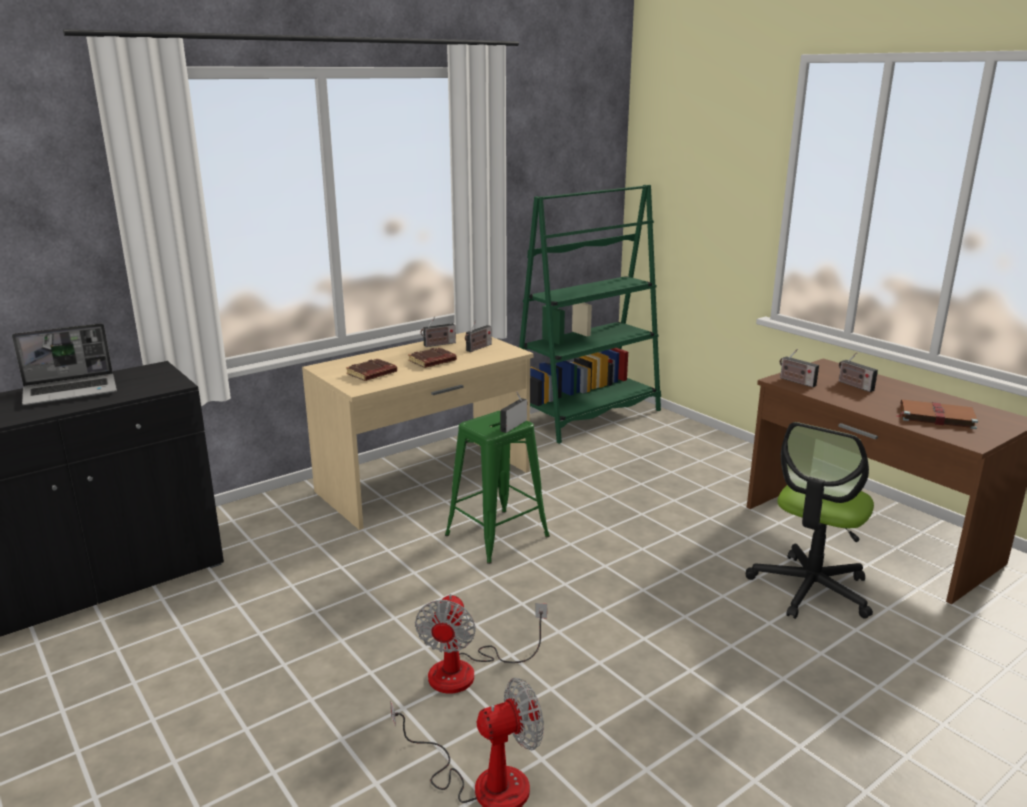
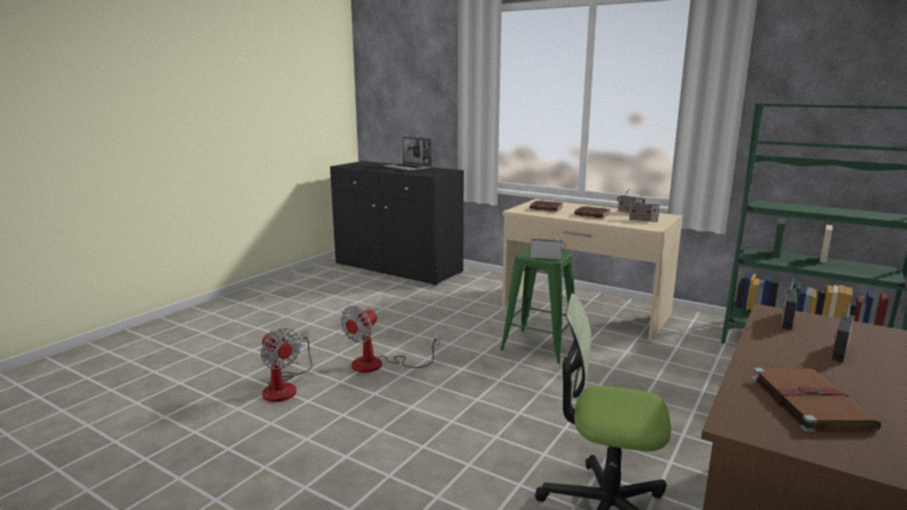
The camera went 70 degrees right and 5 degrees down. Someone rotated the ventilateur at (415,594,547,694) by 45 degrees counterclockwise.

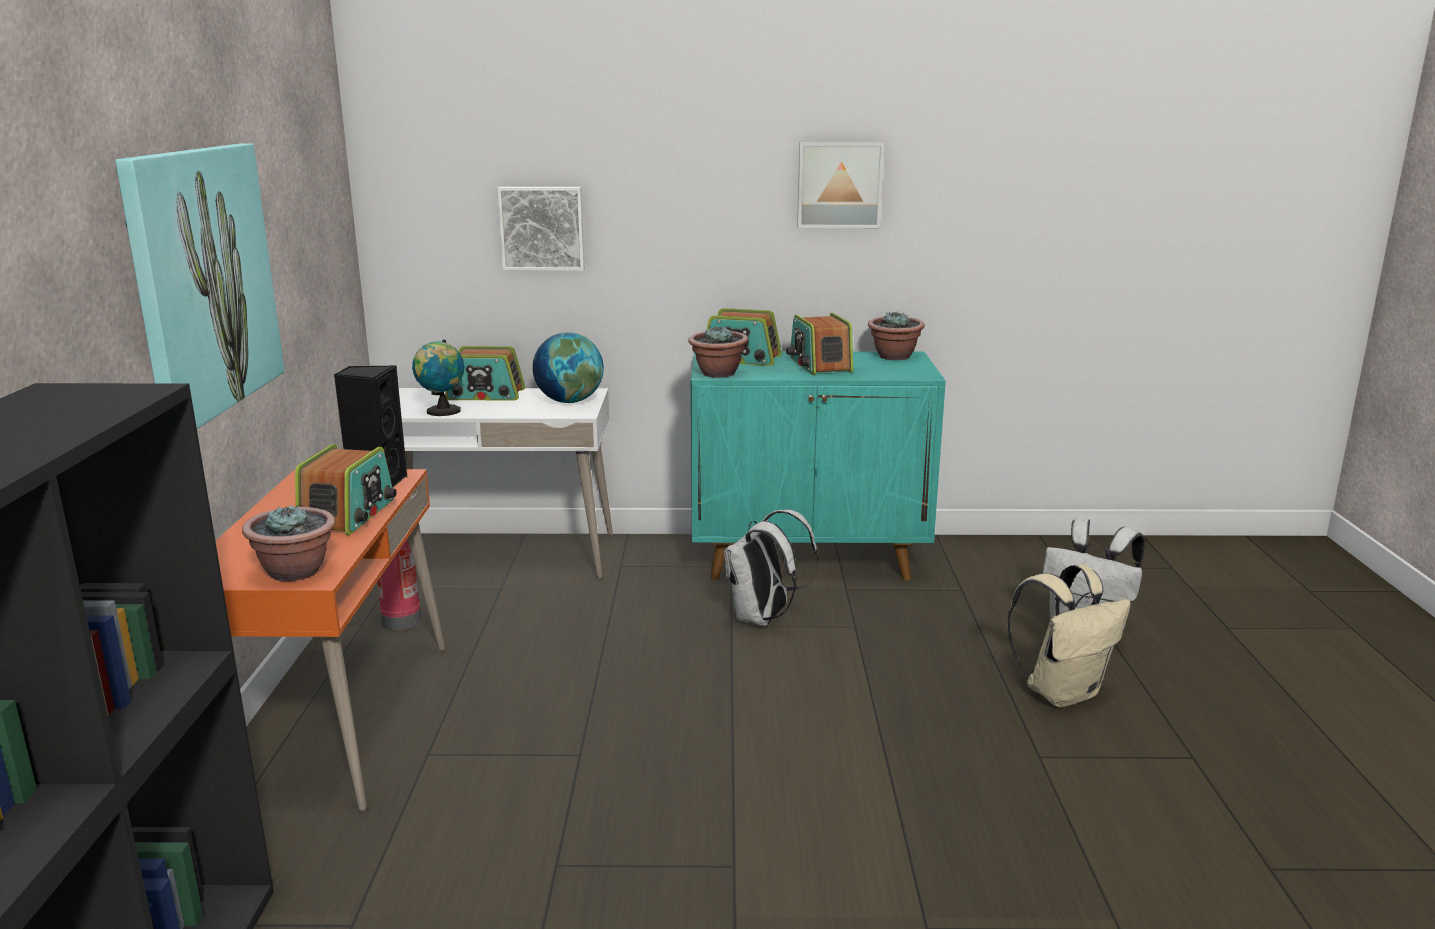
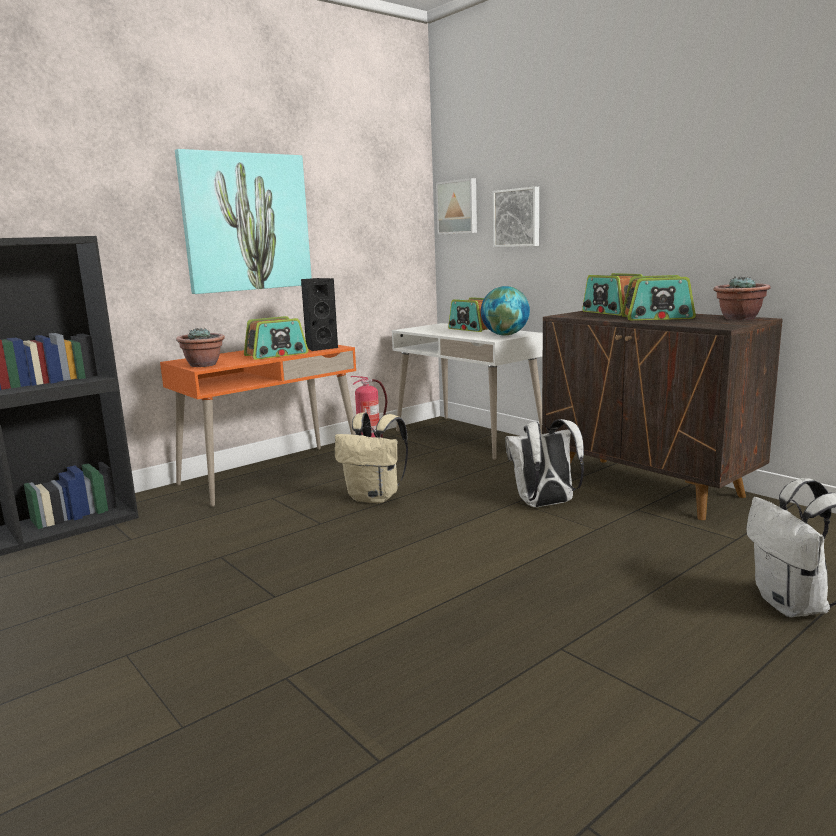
The camera went 50 degrees right and 5 degrees down. Someone carried the tableau from (797,142,884,228) to (436,178,477,235). Someone rotated the radio at (786,313,854,375) by 120 degrees counterclockwise. Someone took away the plante en pot at (688,325,748,378). Someone took away the globe at (412,339,464,416). Someone repainted the meuble de rangement/turquoise at (691,351,946,581), which became the meuble de rangement/marron at (542,311,783,520). Someone carried the sac à dos/beige from (1007,564,1131,708) to (335,412,408,504).

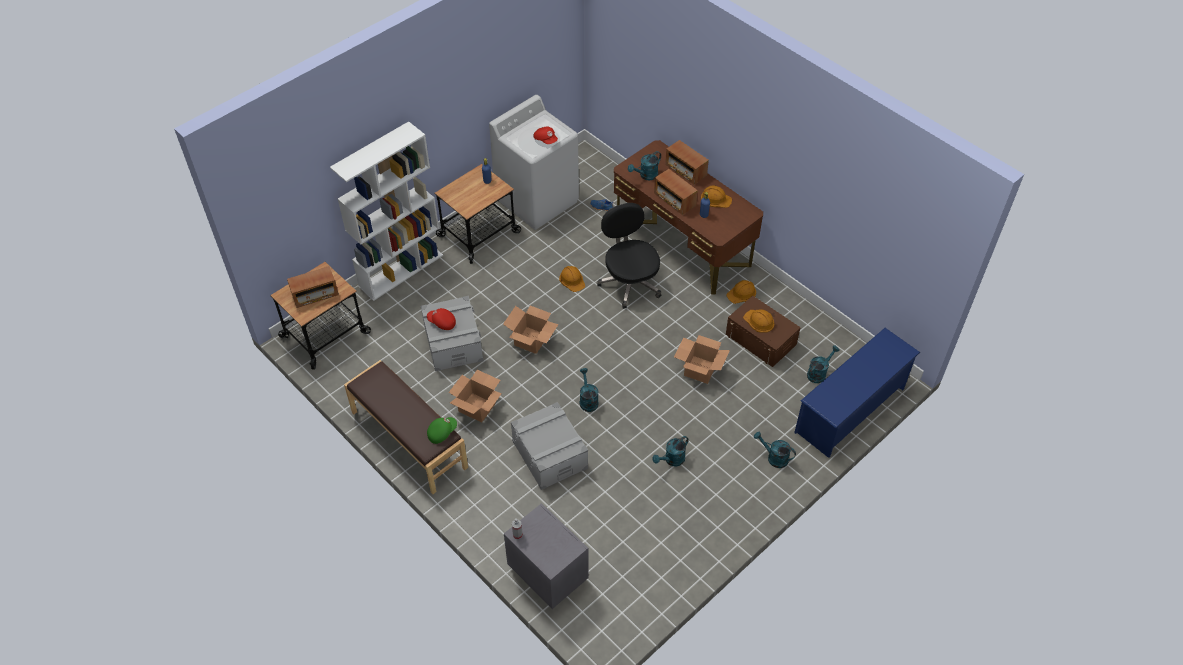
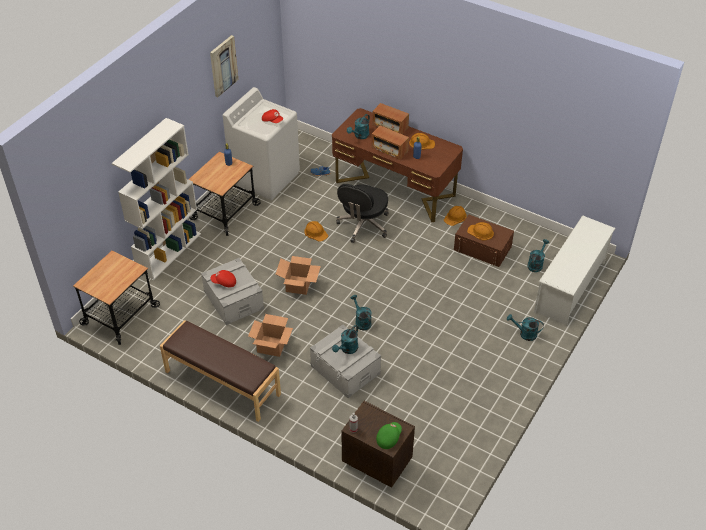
The camera went 15 degrees left and 5 degrees down. Someone rotated the chaise de bureau/noir at (597,203,661,309) by 120 degrees counterclockwise. Someone took away the radio at (287,266,339,308). Someone repainted the étagère à chaussures/bleu at (794,328,920,458), which became the étagère à chaussures/blanc at (534,216,615,325). Someone took away the carton at (674,335,730,384). Someone carried the casquette/vert from (427,417,457,444) to (376,422,402,449). Someone carried the arrosoir/turquoise from (652,436,689,466) to (332,325,358,354). Someone repainted the table de chevet/gris at (504,503,589,609), which became the table de chevet/marron at (341,401,415,488). Someone put up the tableau at (210,35,238,97).

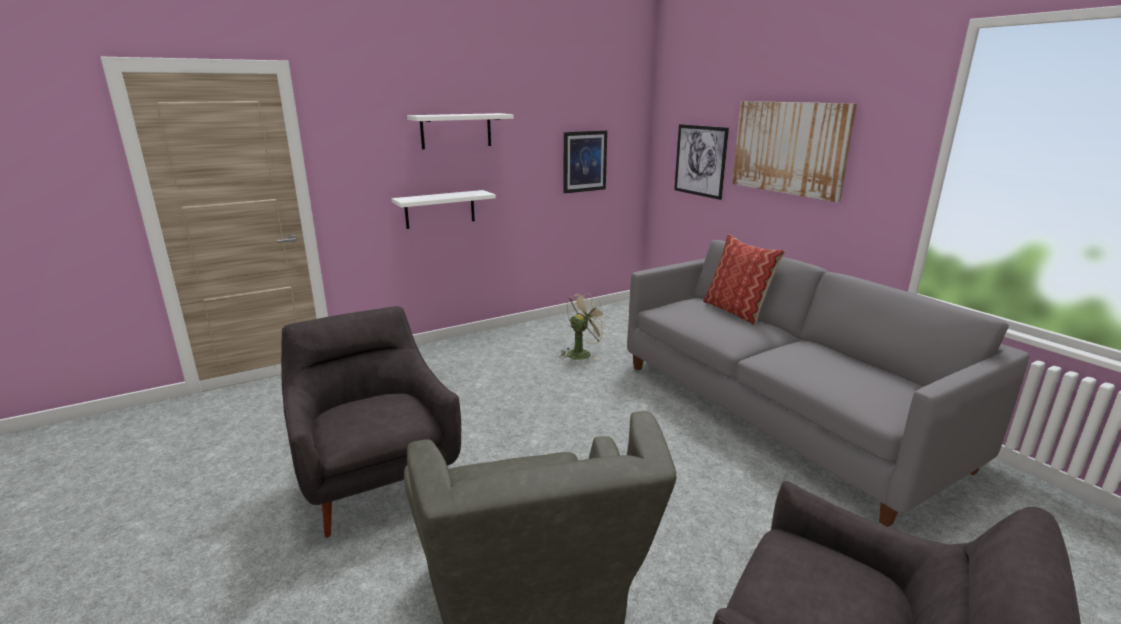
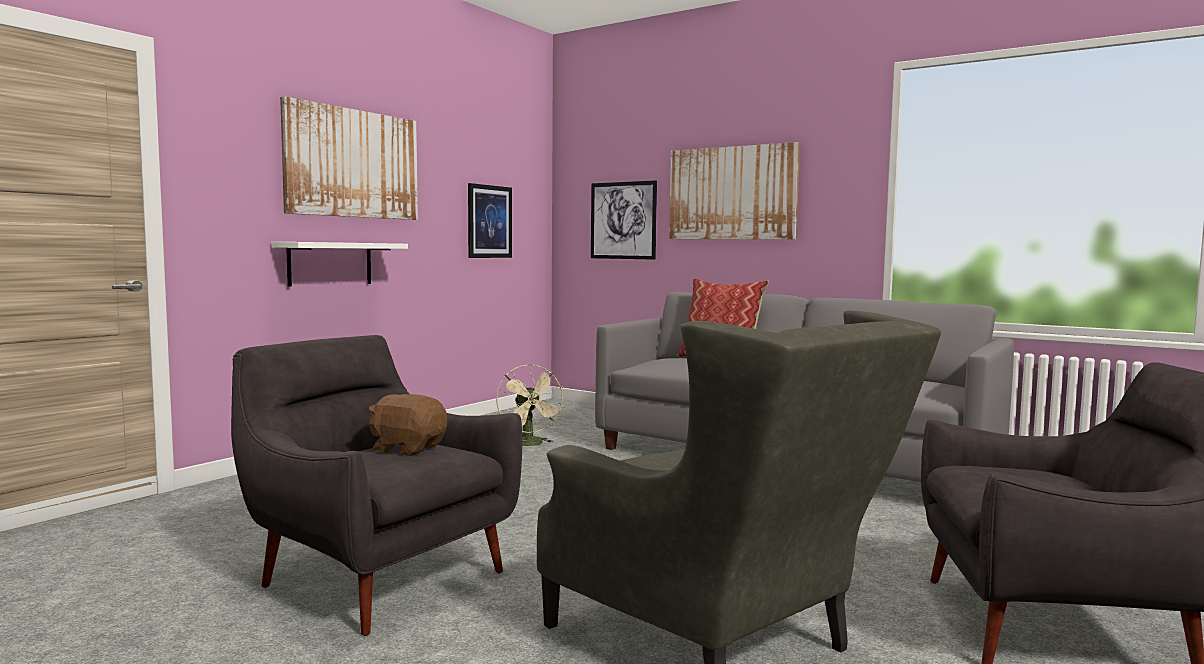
The camera went 25 degrees left and 15 degrees down. Someone swapped the étagère/blanc at (407,113,514,149) for the tableau at (280,96,418,220). Someone rotated the ventilateur/beige at (561,293,609,360) by 135 degrees clockwise. Someone put down the peluche/marron at (369,394,447,456).

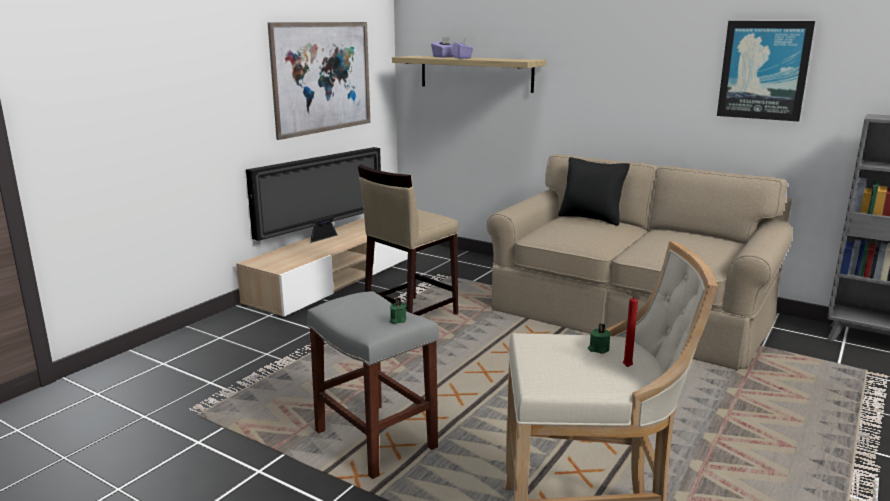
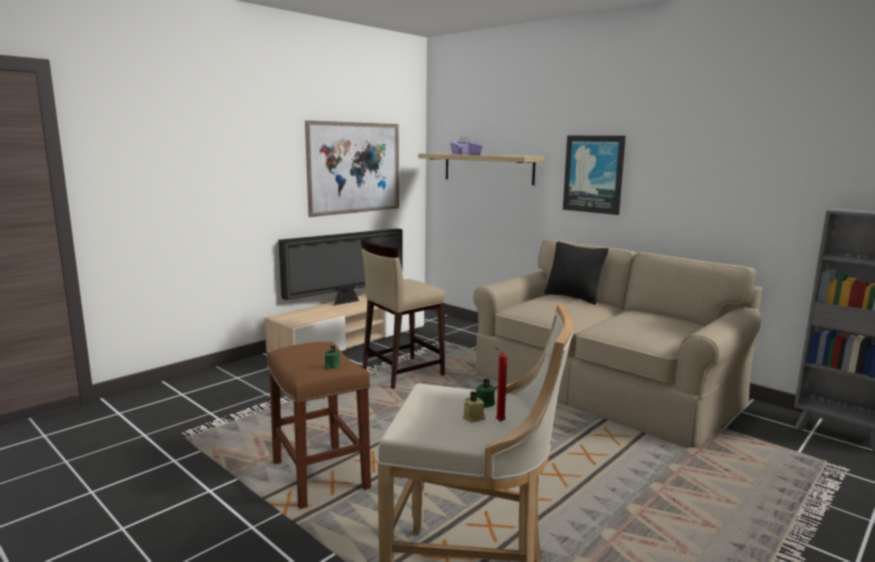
The camera went 10 degrees right and 5 degrees down. Someone carried the tableau from (717,21,815,122) to (563,136,626,215). Someone repainted the tabouret/gris at (307,291,439,479), which became the tabouret/marron at (267,342,371,509). Someone put down the bougie/beige at (463,392,485,423).

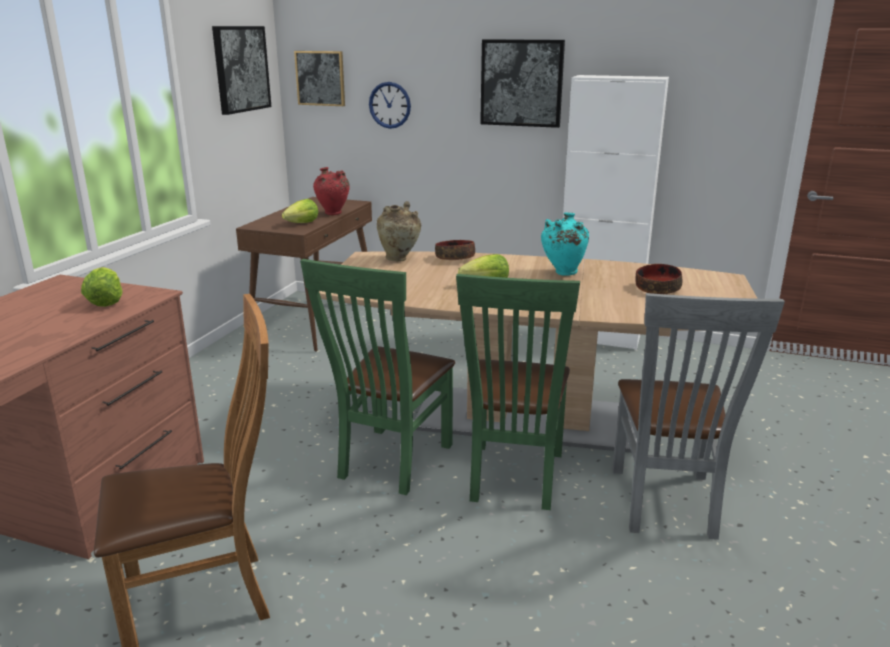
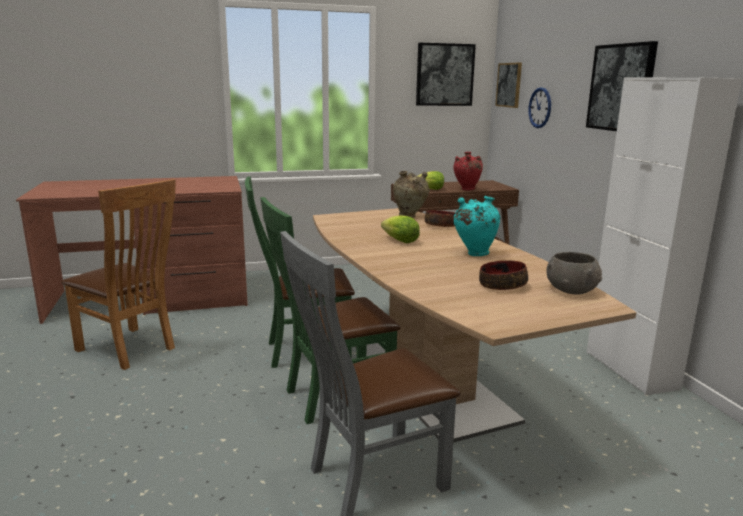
The camera went 55 degrees right and 5 degrees down. Someone took away the laitue at (81,267,123,307). Someone put down the bol/gris at (546,252,602,295).

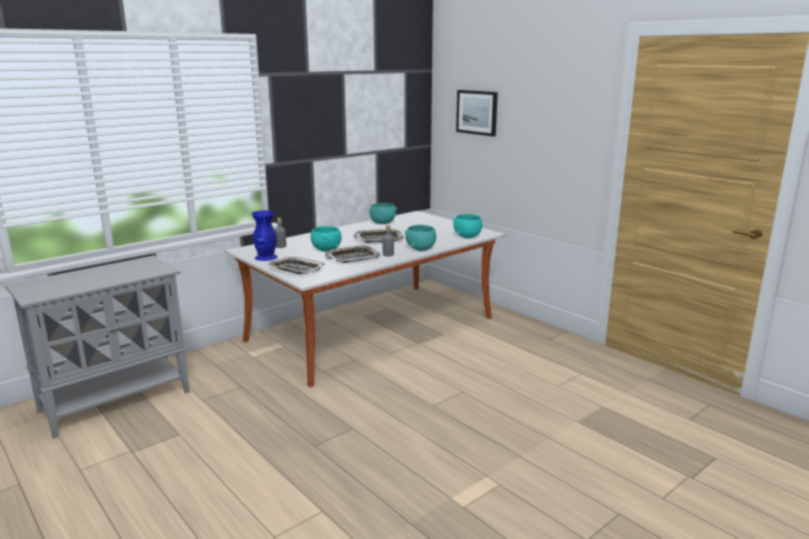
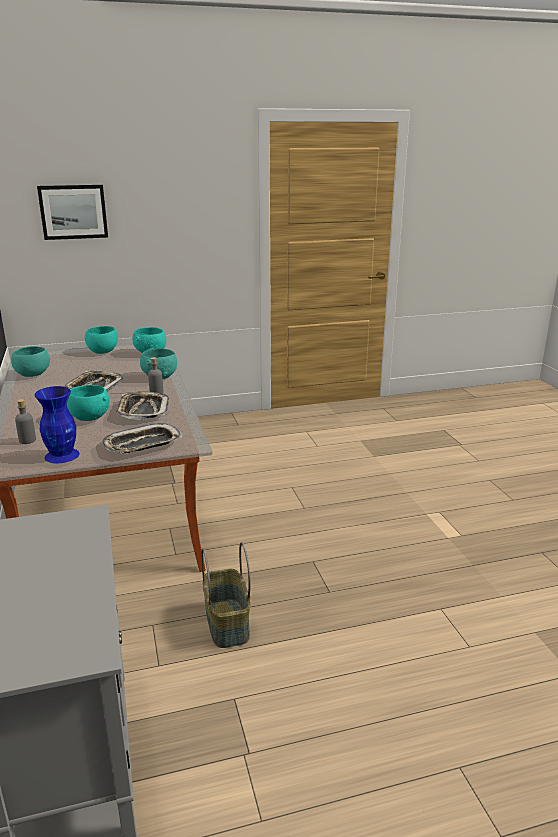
The camera went 65 degrees left and 5 degrees up. Someone put down the bol/turquoise at (85,326,118,354). Someone put down the panier at (201,542,251,648).

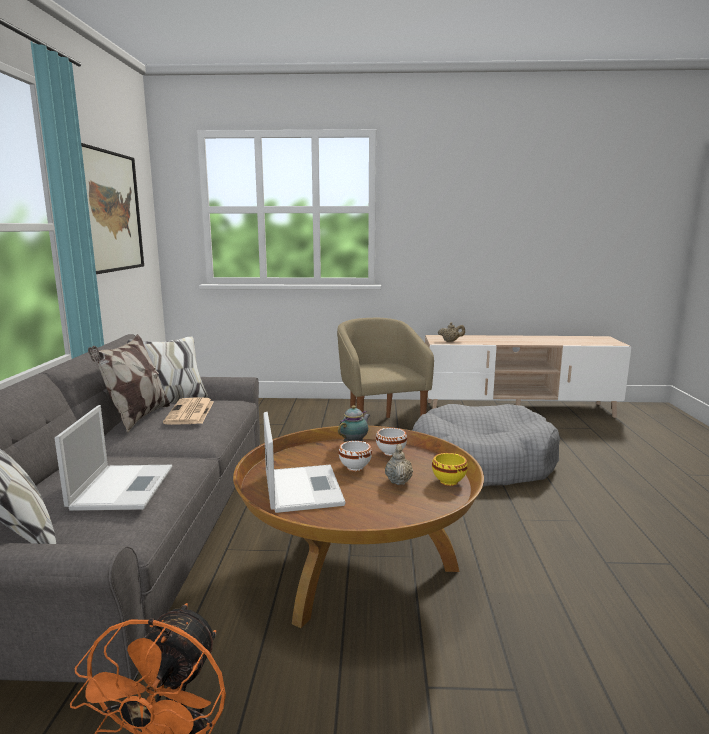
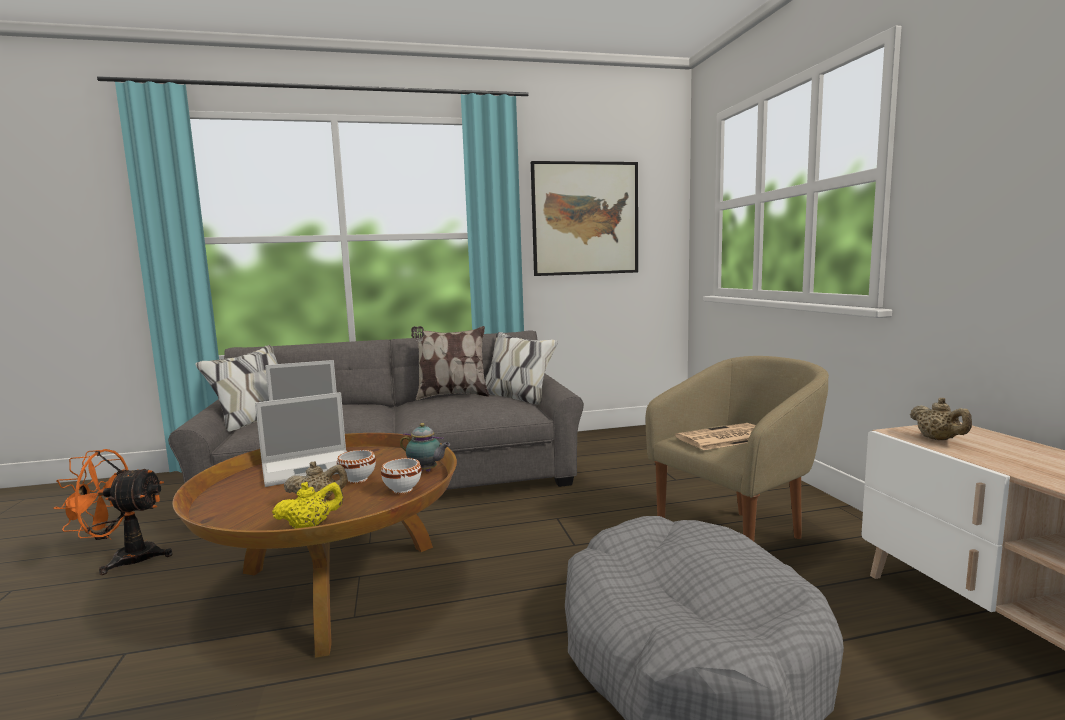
The camera went 75 degrees right and 5 degrees down. Someone carried the journal from (163,397,214,425) to (675,423,756,450). Someone swapped the bol/jaune at (432,453,468,486) for the théière/jaune at (272,482,343,529).

